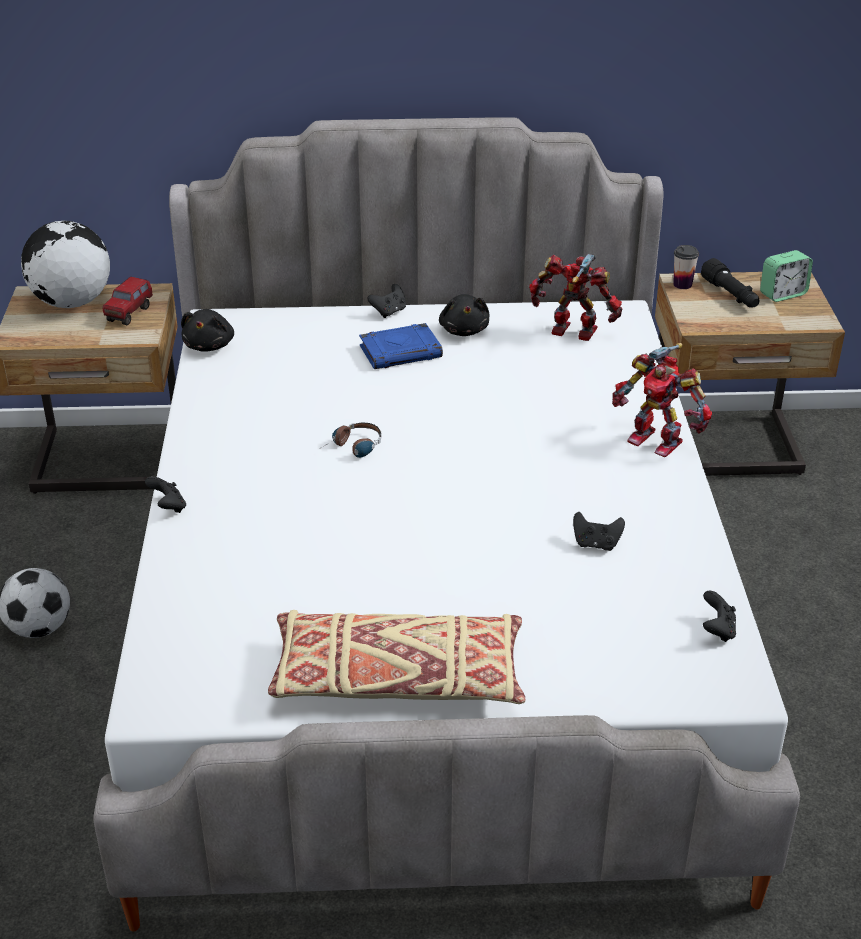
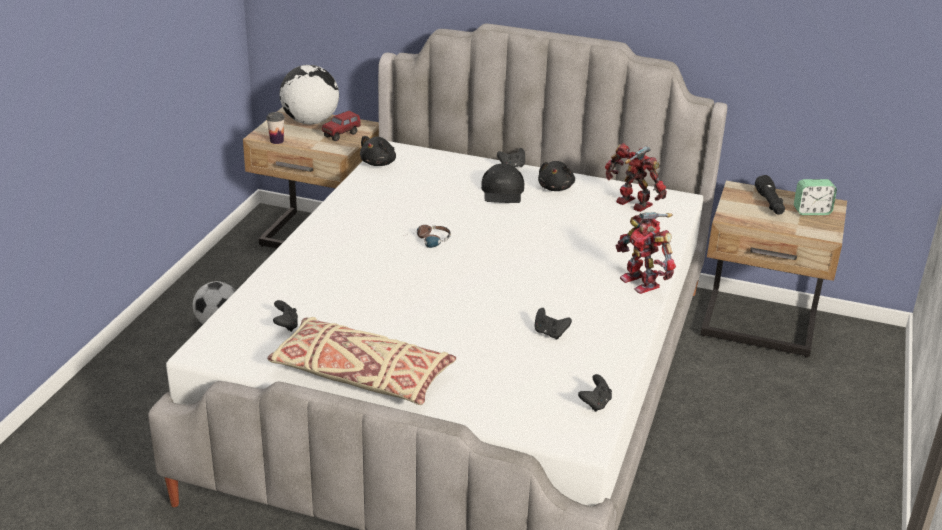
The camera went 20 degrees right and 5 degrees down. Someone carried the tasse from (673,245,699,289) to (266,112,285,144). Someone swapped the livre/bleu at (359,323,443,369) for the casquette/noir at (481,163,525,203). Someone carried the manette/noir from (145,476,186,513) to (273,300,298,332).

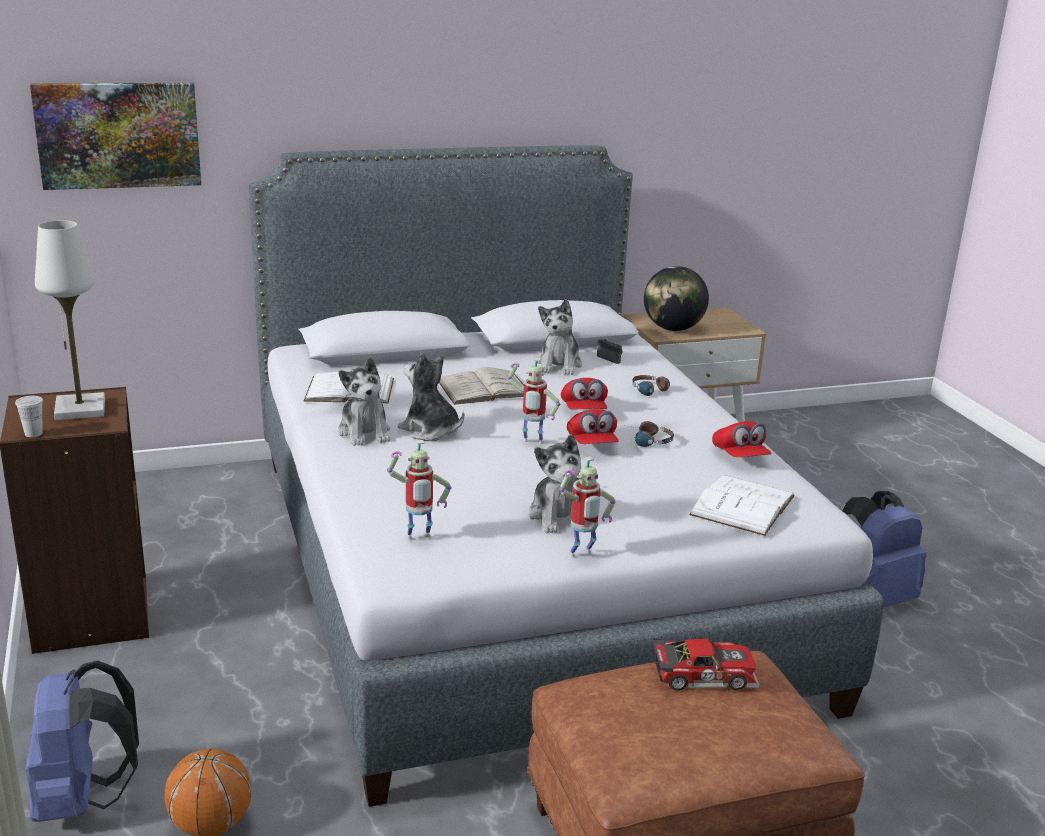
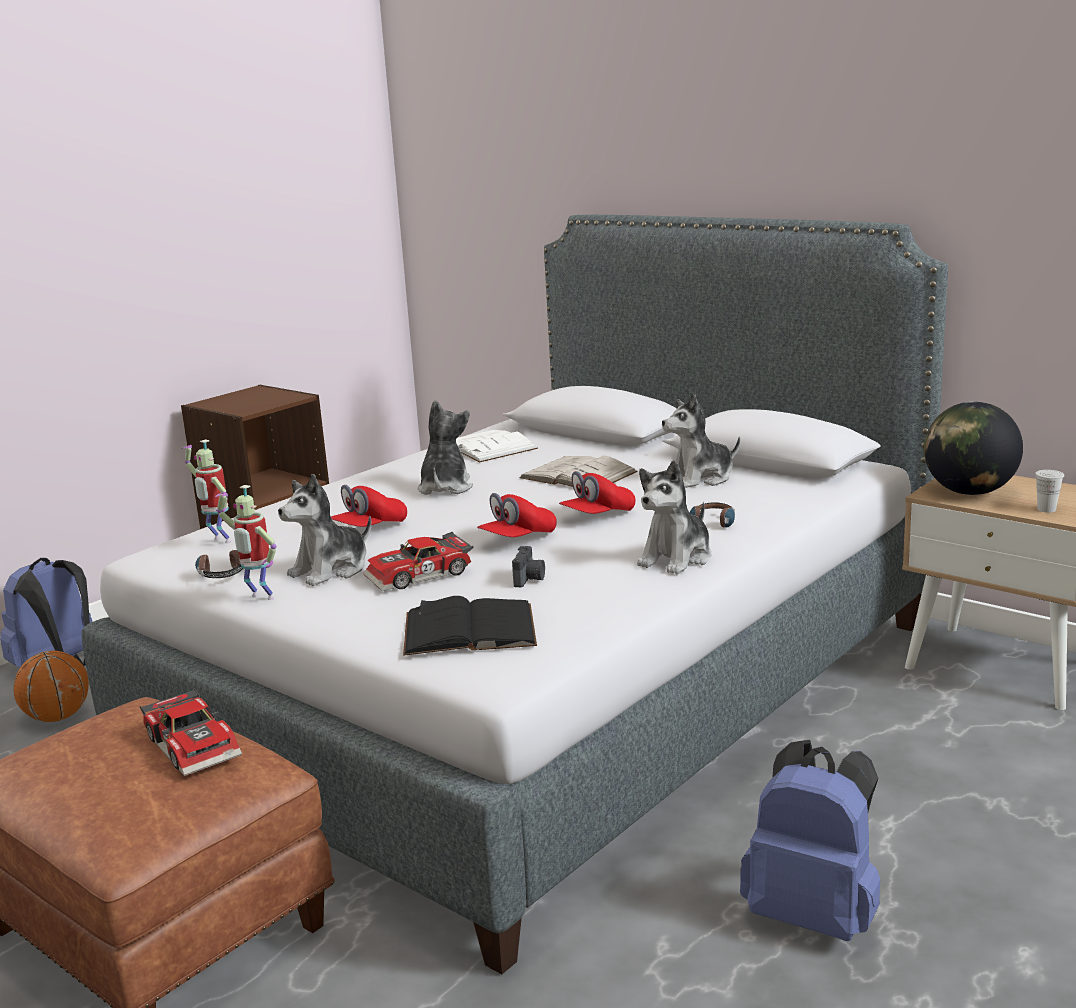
The camera went 60 degrees right and 5 degrees down. Someone took away the tableau at (30,83,201,190). Someone took away the lampe de table/blanc at (35,220,105,420). Someone carried the appareil photo from (597,339,622,364) to (512,546,545,587). Someone carried the peluche from (338,357,390,446) to (637,460,712,574). Someone took away the robot jouet at (507,358,560,444). Someone carried the tasse/blanc from (15,396,43,437) to (1035,470,1064,513). Someone carried the casque audio from (629,421,674,447) to (195,550,244,578). Someone carried the casquette/rouge from (712,421,771,457) to (331,485,407,527). Someone repainted the livre/blanc at (689,475,795,536), which became the livre/noir at (403,596,537,656). Someone put down the petite voiture at (363,532,474,591).

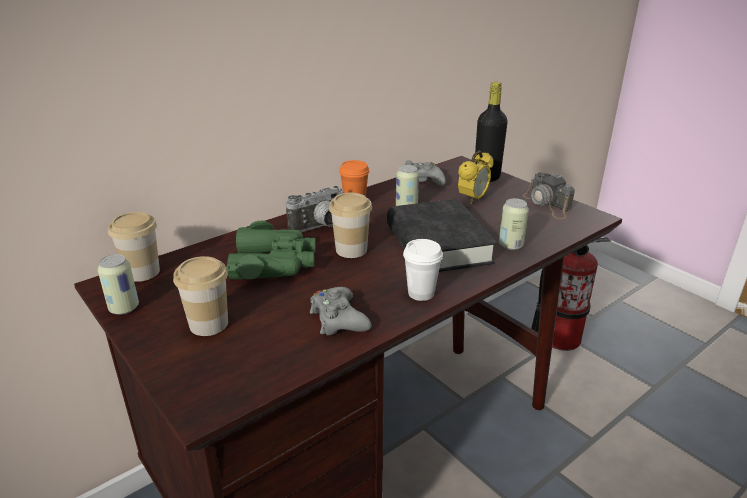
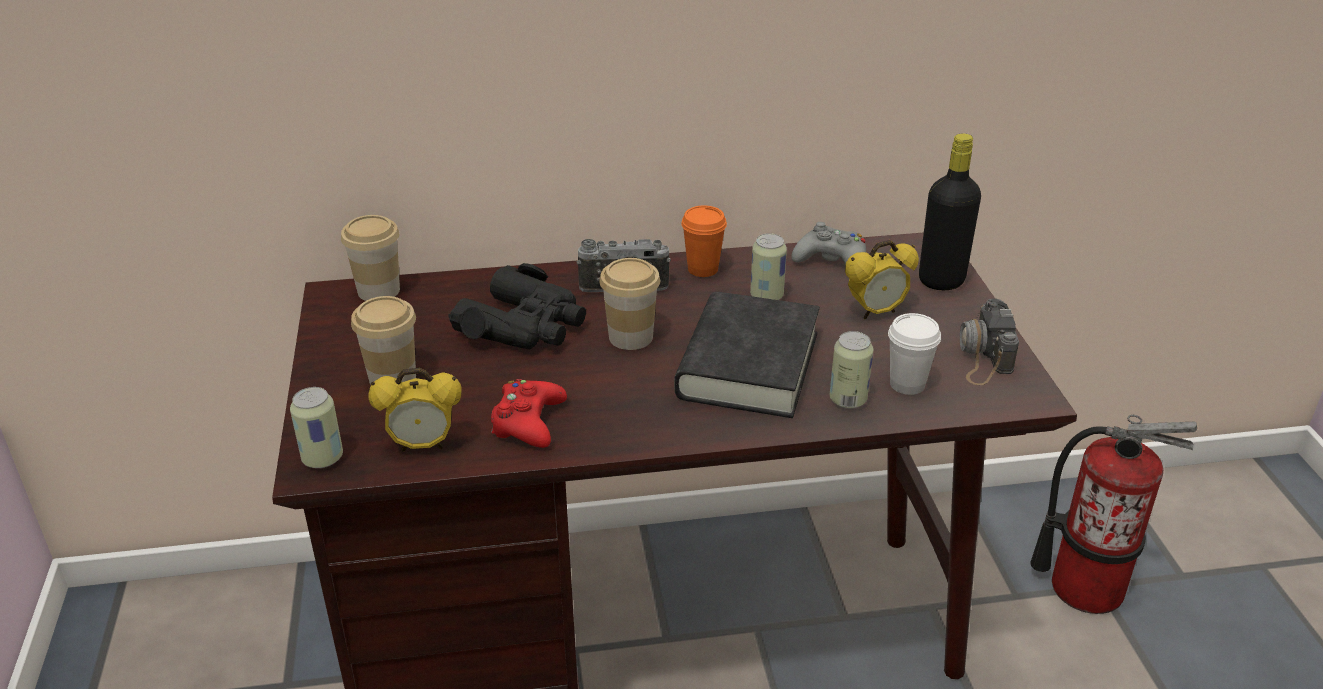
The camera went 30 degrees right and 5 degrees up. Someone repainted the jumelles/vert at (226,221,316,280), which became the jumelles/noir at (448,263,586,349). Someone carried the tasse/blanc from (403,239,443,301) to (888,313,941,395). Someone carried the boîte métallique from (98,254,139,315) to (290,387,343,468). Someone repainted the manette/gris at (310,287,372,335), which became the manette/rouge at (491,379,567,448). Someone put down the réveil at (368,368,462,452).

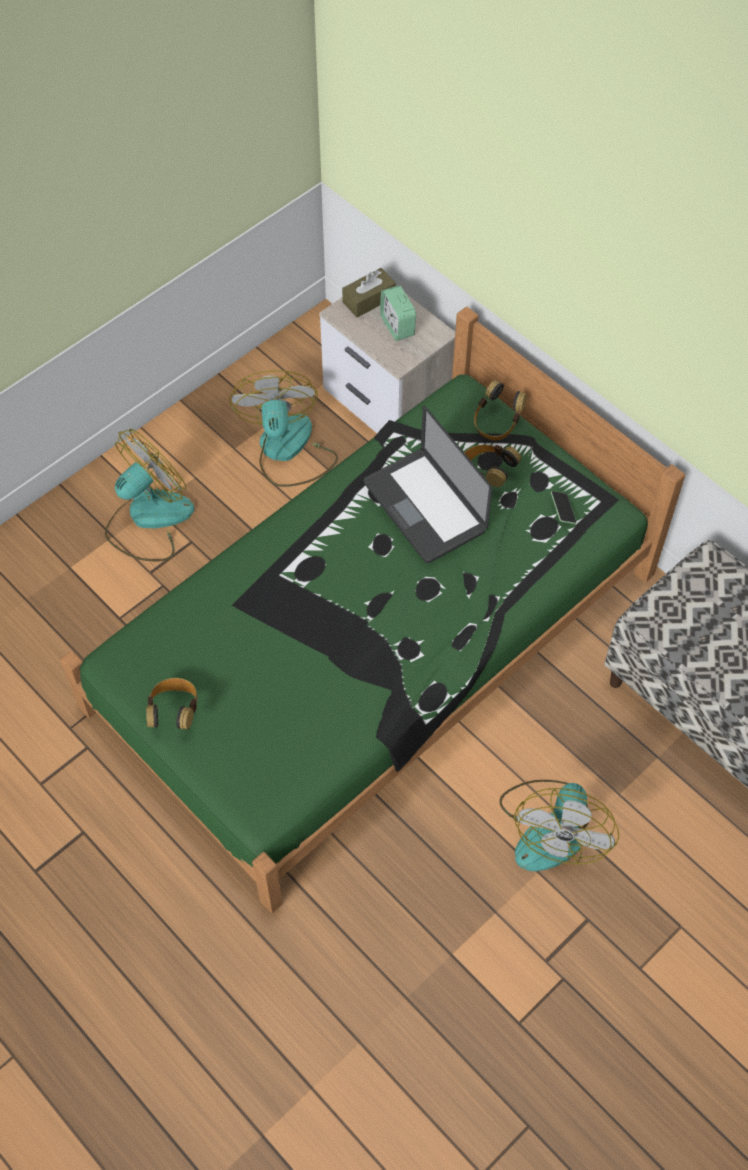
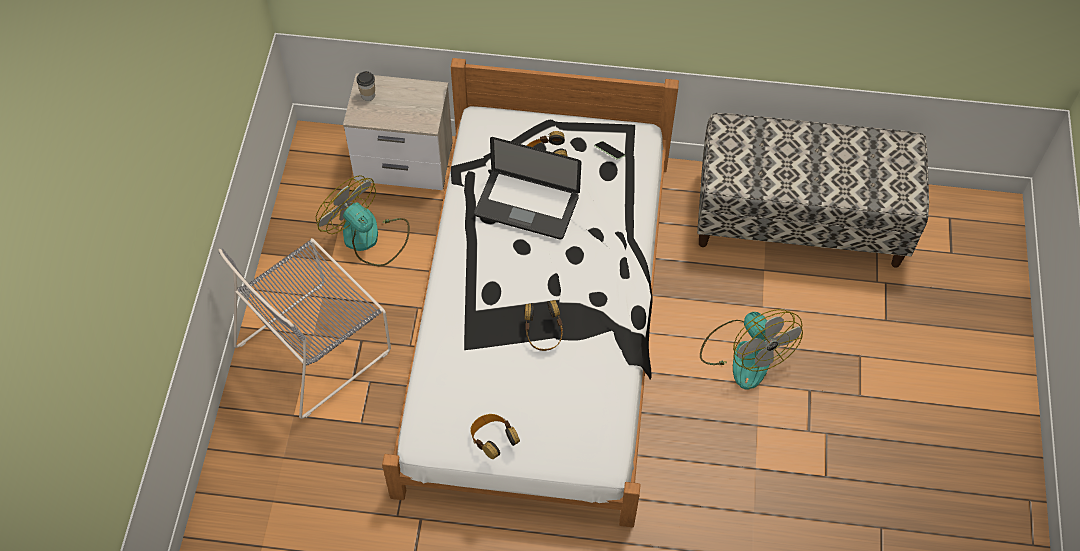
The camera went 40 degrees left and 0 degrees up. Someone swapped the boîte à mouchoirs/marron at (342,268,396,318) for the tasse at (356,71,375,101). Someone took away the réveil at (380,285,416,341). Someone repainted the lit/vert at (60,307,685,913), which became the lit/blanc at (382,58,679,527). Someone carried the casque audio from (474,380,527,440) to (524,300,563,351). Someone swapped the ventilateur at (105,429,194,561) for the chaise/gris at (218,238,391,419).

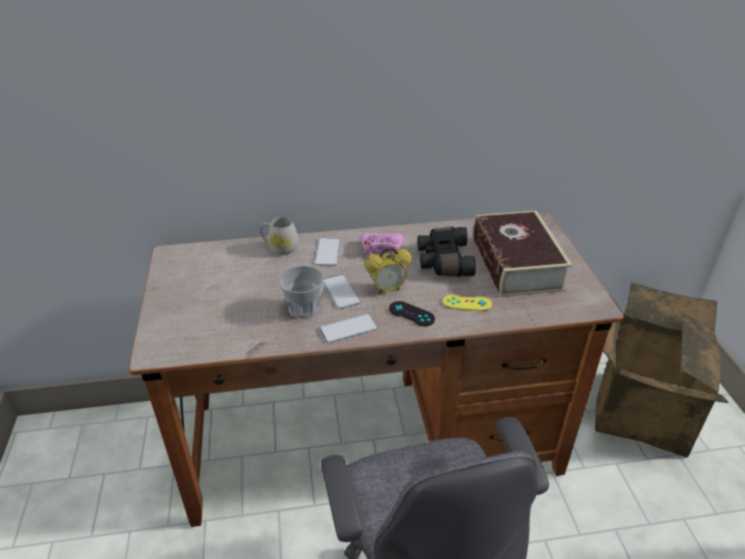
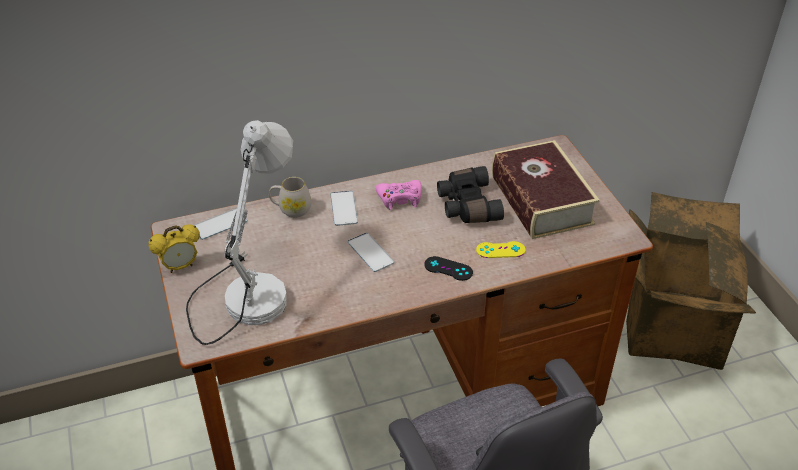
The camera went 10 degrees left and 5 degrees up. Someone carried the réveil from (364,247,412,294) to (148,225,200,273). Someone took away the tasse at (279,265,324,319). Someone carried the téléphone from (319,313,378,343) to (195,208,248,240). Someone put down the lampe de table/blanc at (186,120,293,345).

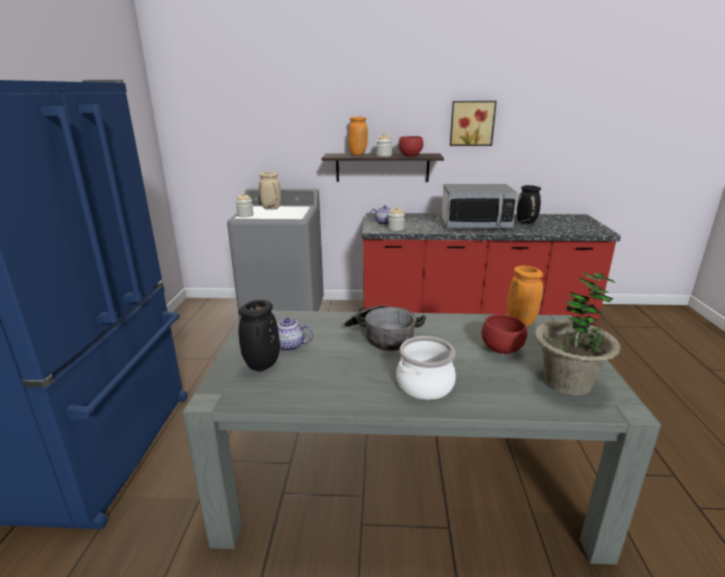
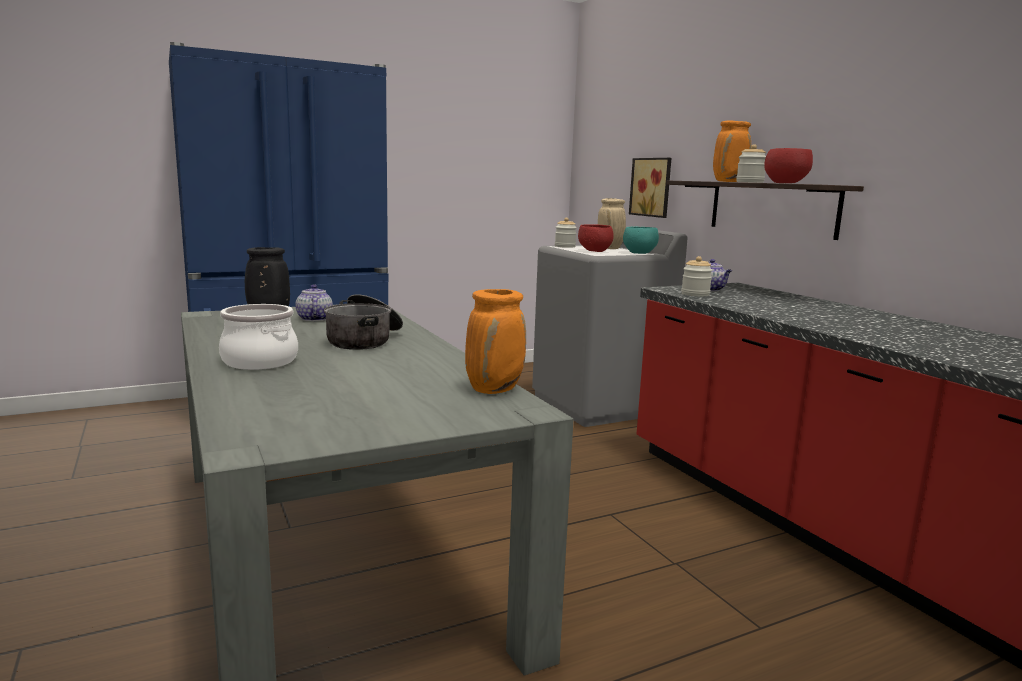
The camera went 60 degrees right and 10 degrees down. Someone carried the tableau from (450,101,497,146) to (629,158,672,218). Someone took away the micro-ondes at (441,184,518,228). Someone took away the vase/noir at (516,185,541,224). Someone took away the plante en pot at (534,272,621,396). Someone carried the bol/rouge from (481,314,527,354) to (578,224,614,252). Someone put down the bol/turquoise at (623,227,659,254).

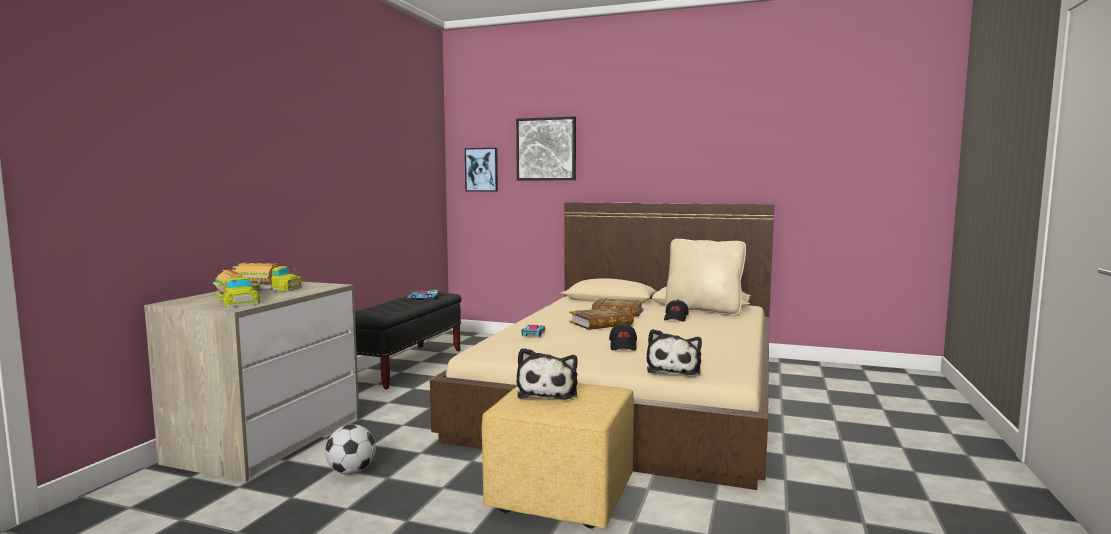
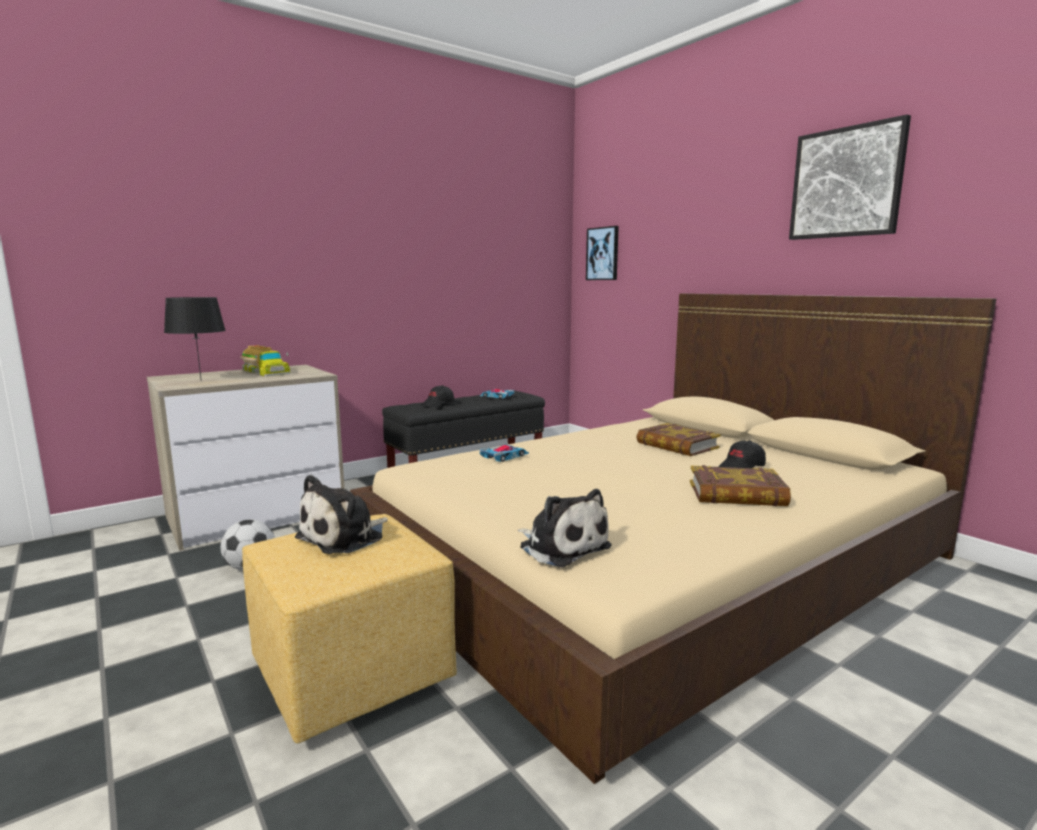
The camera went 35 degrees right and 5 degrees up. Someone carried the tableau from (516,116,576,181) to (789,114,911,240). Someone took away the coussin/beige at (665,239,746,315). Someone swapped the camion jouet at (213,269,260,308) for the lampe de table/noir at (164,297,226,381). Someone carried the livre from (570,307,634,330) to (690,465,791,506). Someone carried the casquette/noir from (609,323,637,351) to (421,385,454,408). Someone rotated the peluche at (646,329,702,375) by 90 degrees counterclockwise.

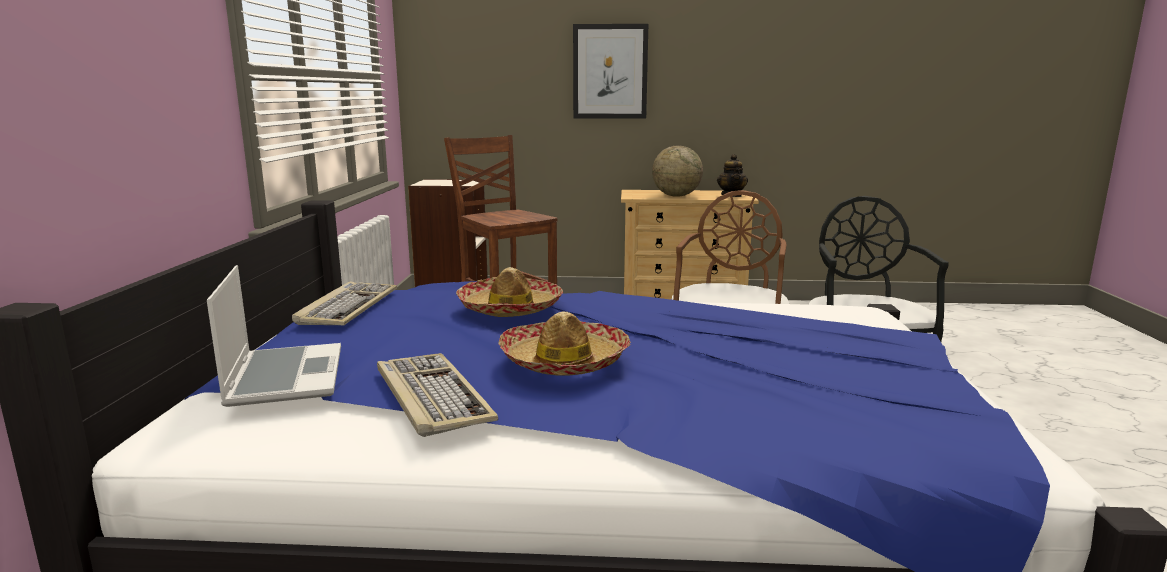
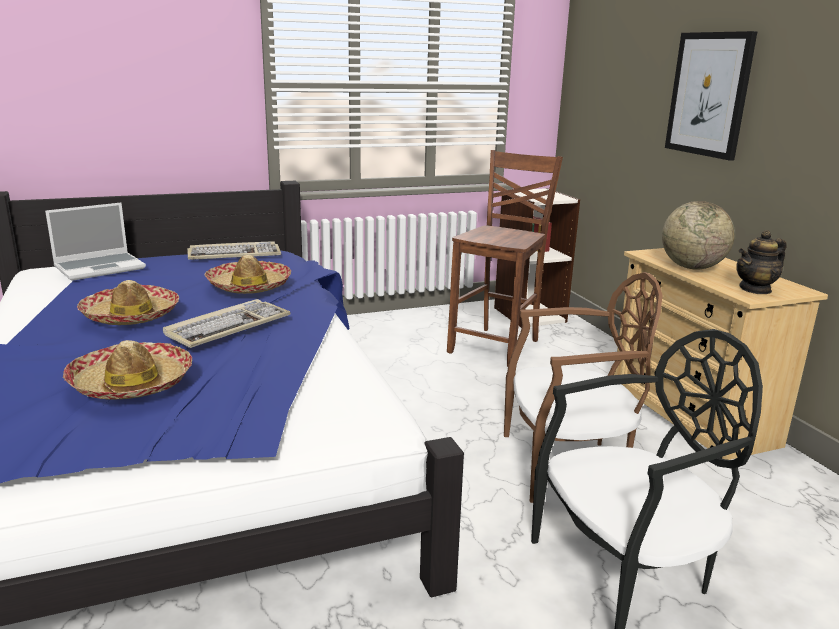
The camera went 65 degrees right and 5 degrees up. Someone carried the clavier from (377,353,498,437) to (163,299,291,348). Someone put down the chapeau at (63,340,192,400).

